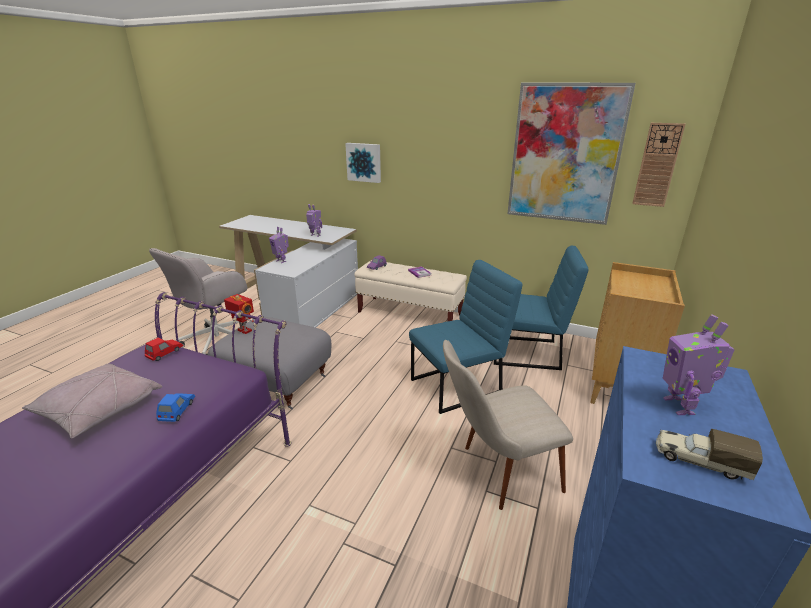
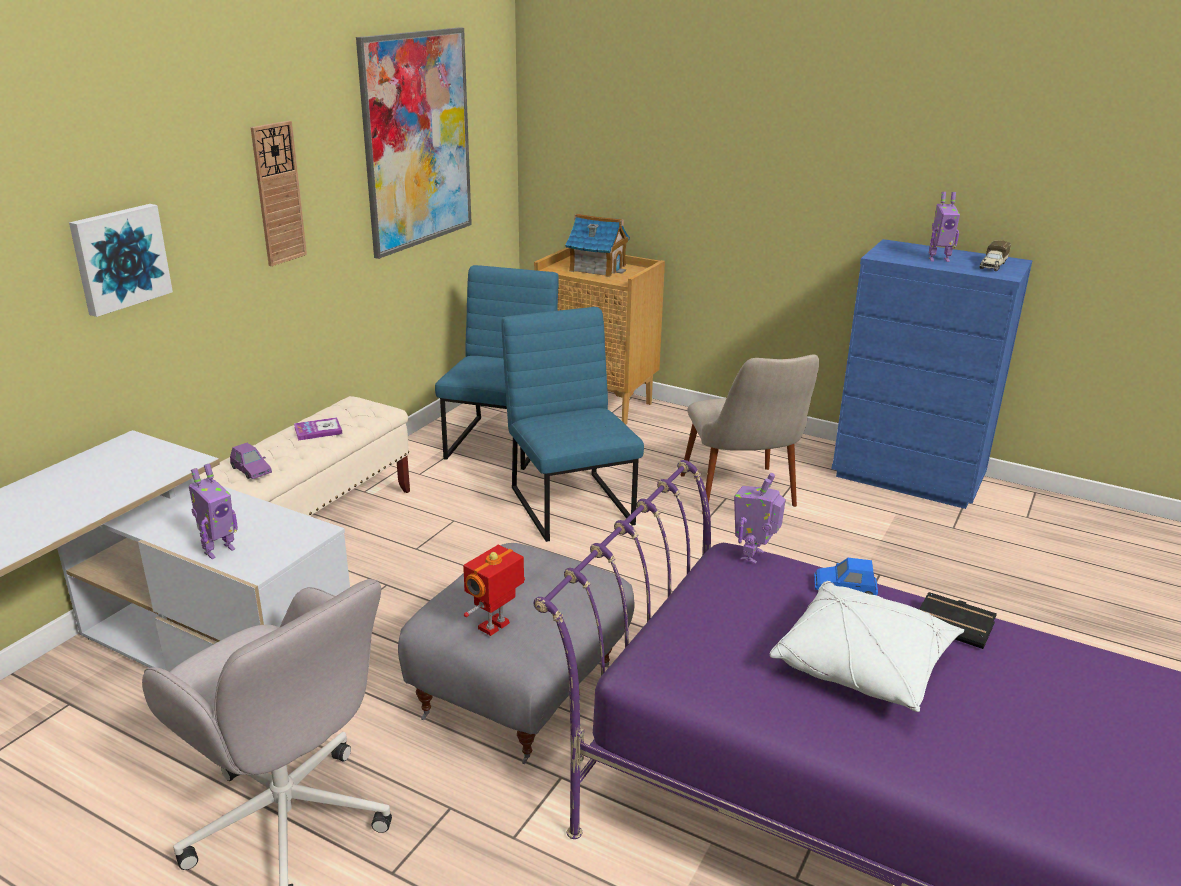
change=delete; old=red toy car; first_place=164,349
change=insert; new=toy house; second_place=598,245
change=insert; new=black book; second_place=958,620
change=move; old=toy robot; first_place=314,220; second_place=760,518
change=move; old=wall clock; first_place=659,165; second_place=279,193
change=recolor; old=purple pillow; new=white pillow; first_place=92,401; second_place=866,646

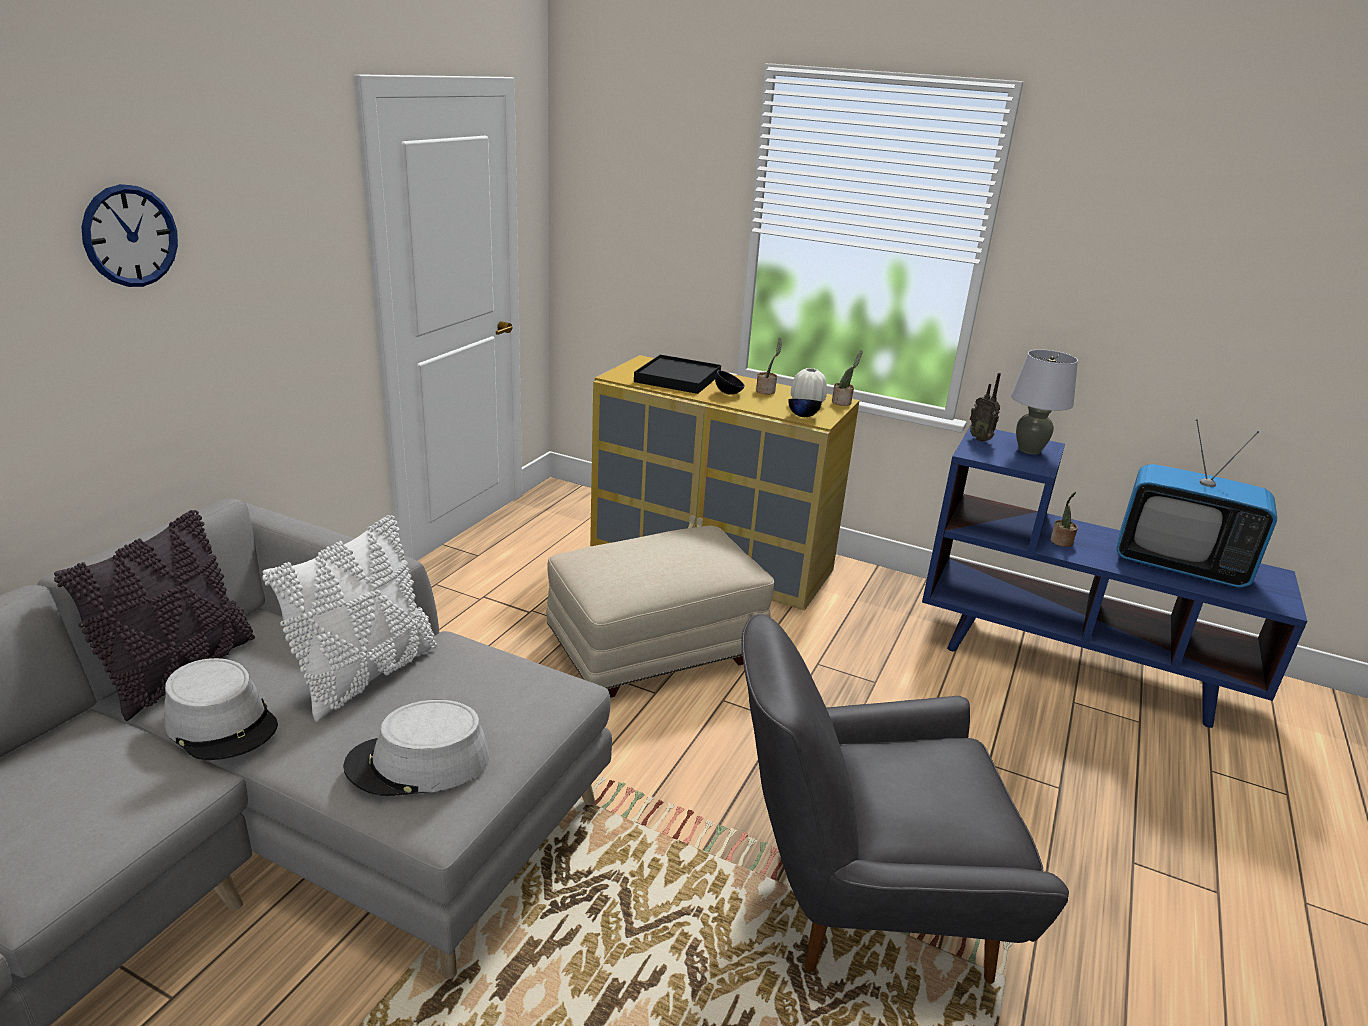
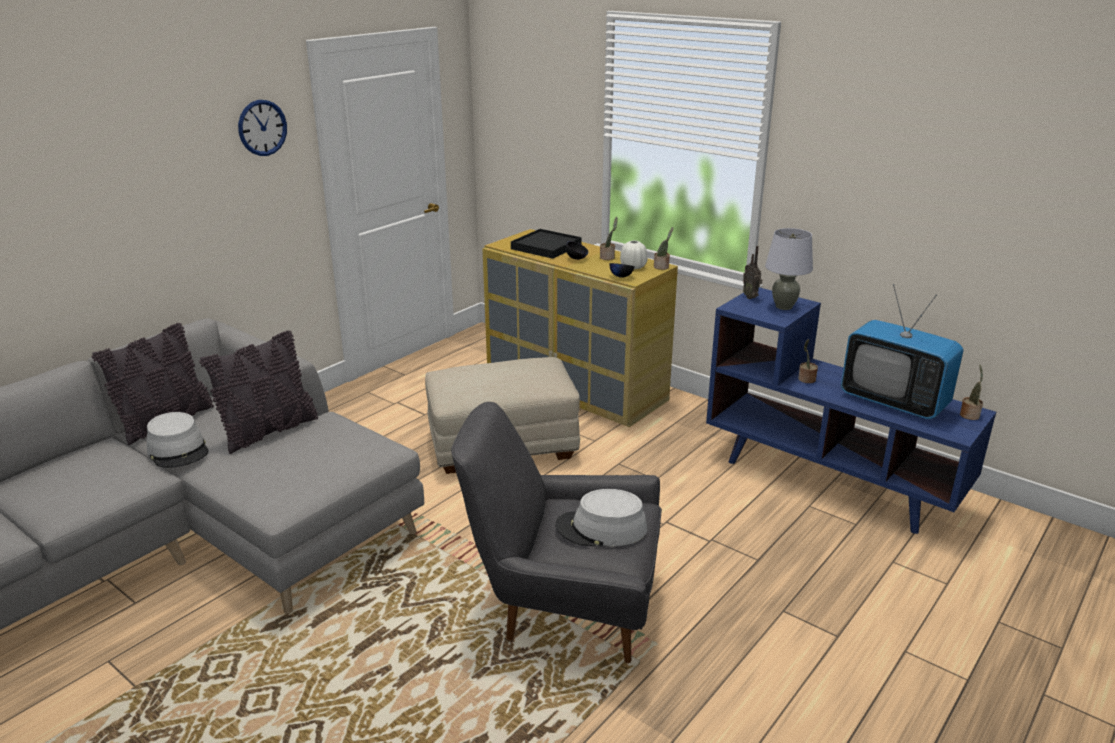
change=insert; new=potted plant; second_place=971,392
change=move; old=wall clock; first_place=129,235; second_place=262,128
change=move; old=grey hat; first_place=416,748; second_place=601,518
change=recolor; old=white pillow; new=black pillow; first_place=349,618; second_place=258,392

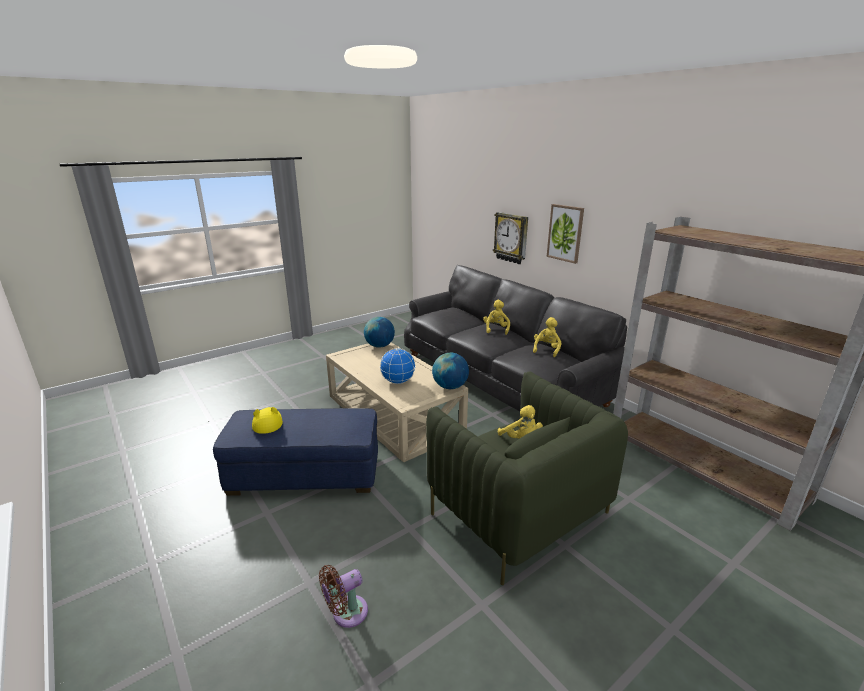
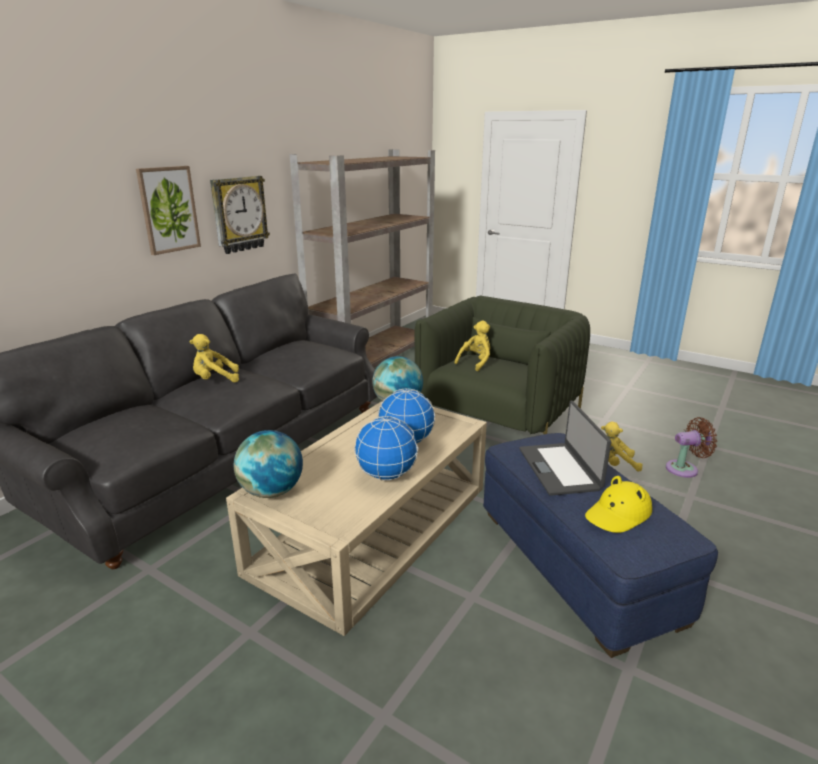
change=insert; new=globe; second_place=386,448
change=insert; new=laptop; second_place=565,448
change=move; old=wall clock; first_place=510,238; second_place=240,215
change=move; old=yellow plush toy; first_place=547,337; second_place=622,447
change=rotate; old=brown fan; first_place=343,596; second_place=691,447; degrees=-45

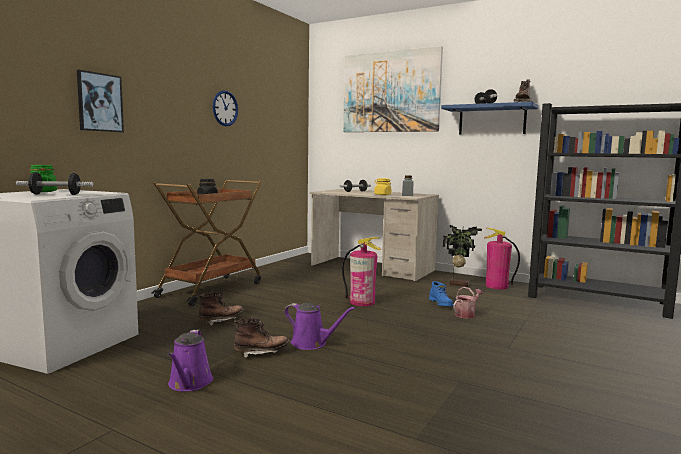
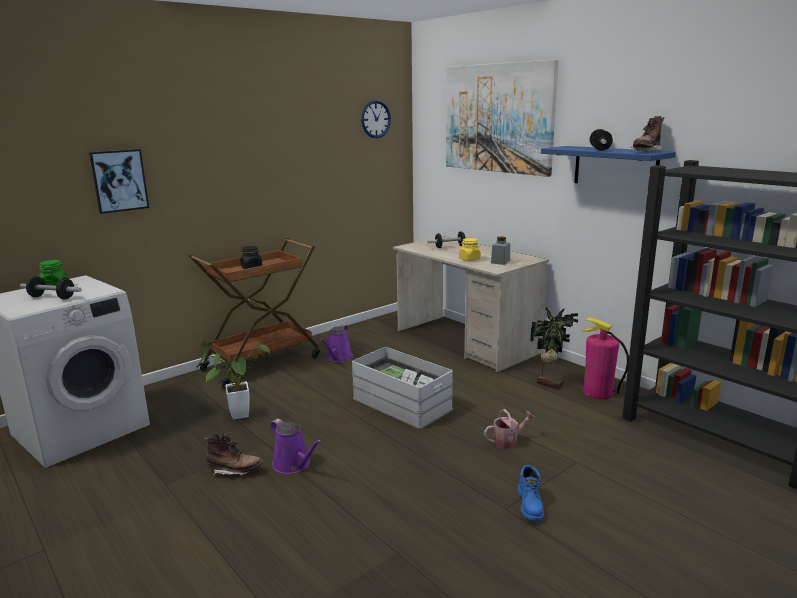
change=move; old=purple watering can; first_place=190,361; second_place=336,343
change=move; old=wall clock; first_place=225,108; second_place=376,119
change=move; old=blue boot; first_place=441,293; second_place=531,493
change=replace; old=brown boot; new=potted plant; first_place=221,308; second_place=233,380
change=replace; old=fire extinguisher; new=grey storage box; first_place=361,271; second_place=402,388

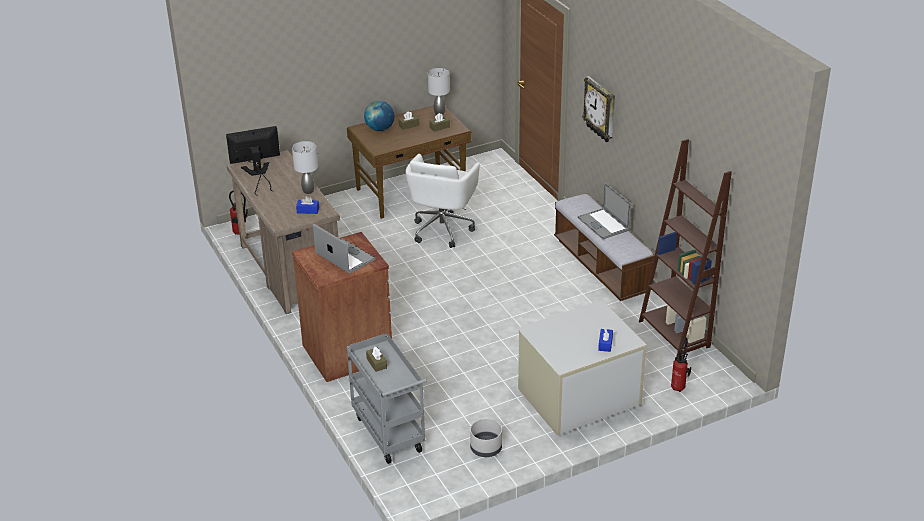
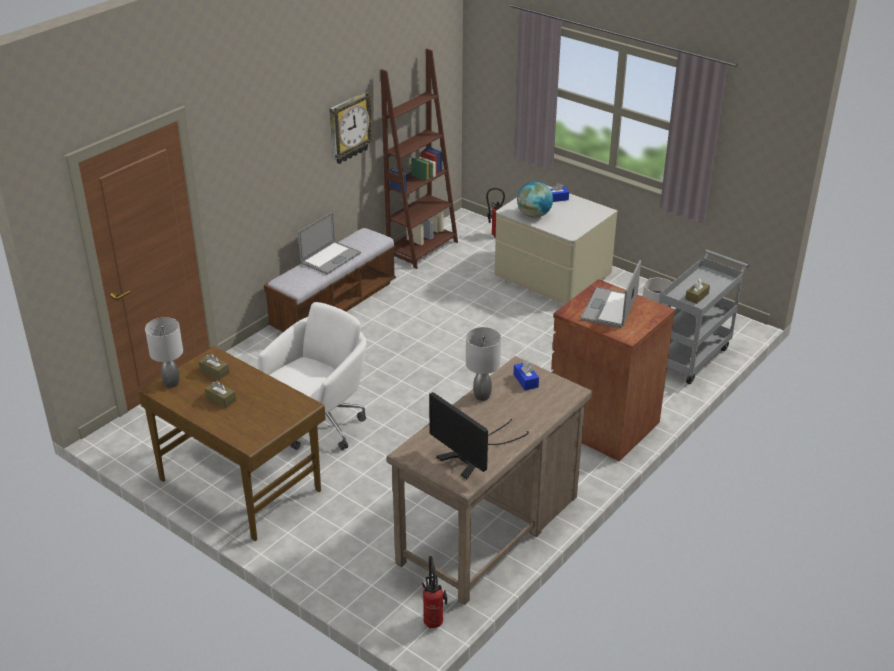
change=move; old=globe; first_place=379,116; second_place=535,199
change=move; old=wall clock; first_place=598,109; second_place=351,127
change=rotate; old=white office chair; first_place=442,201; second_place=312,376; degrees=-45

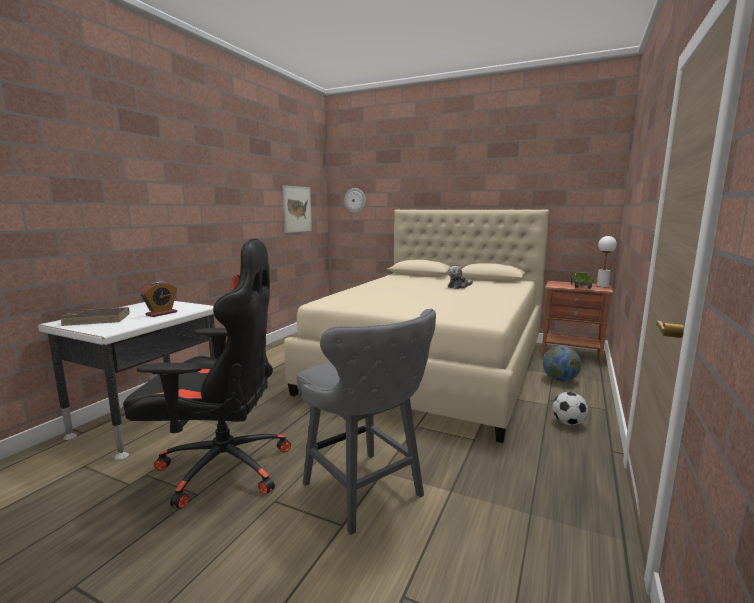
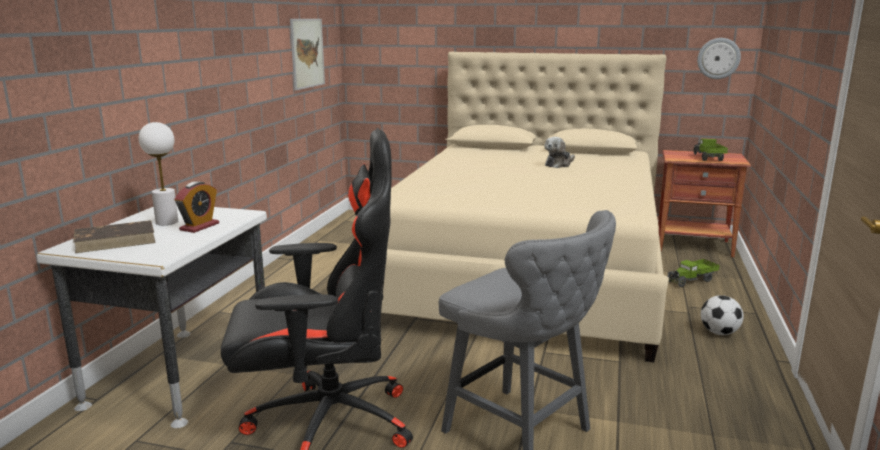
change=move; old=wall clock; first_place=355,200; second_place=719,58
change=move; old=white table lamp; first_place=607,261; second_place=158,173
change=replace; old=globe; new=toy truck; first_place=562,364; second_place=693,273

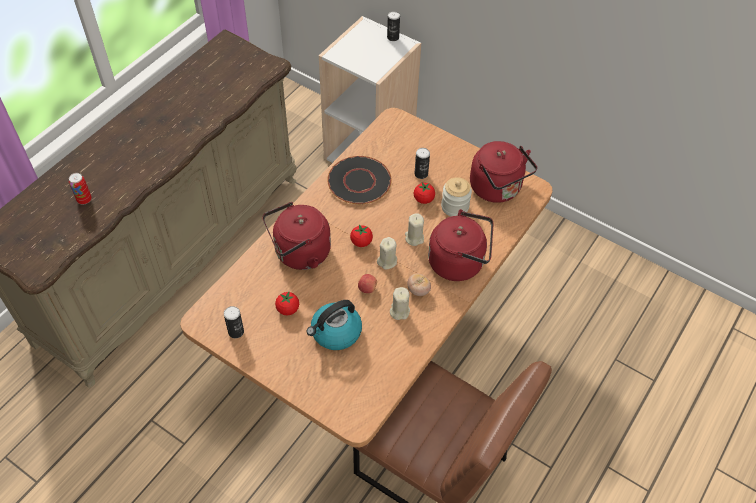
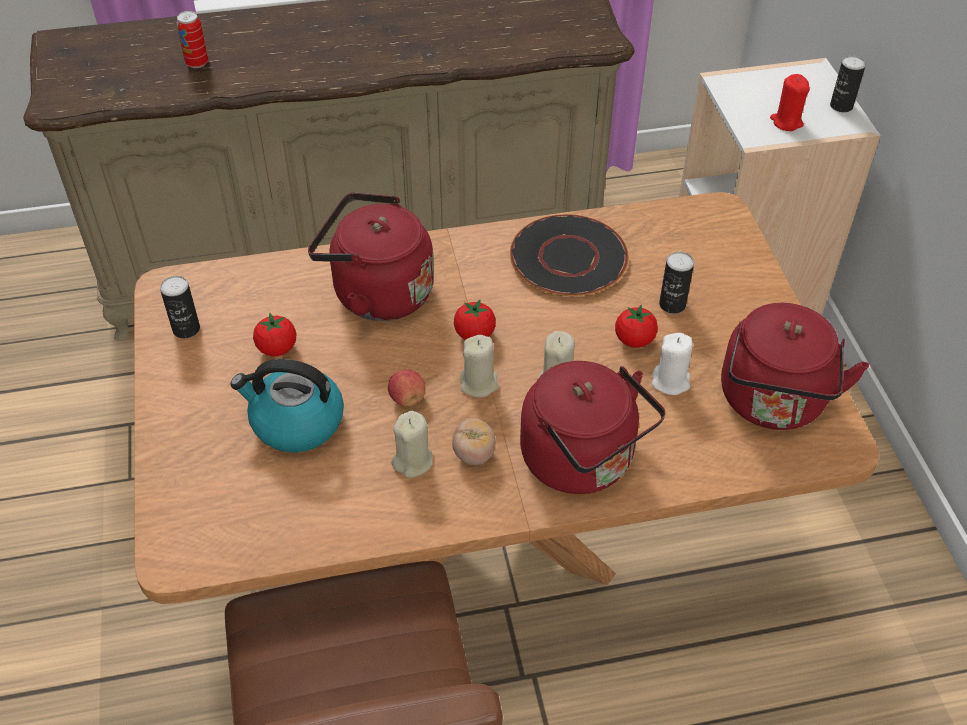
change=insert; new=red candle; second_place=790,102
change=replace; old=jar; new=white candle; first_place=456,197; second_place=672,364

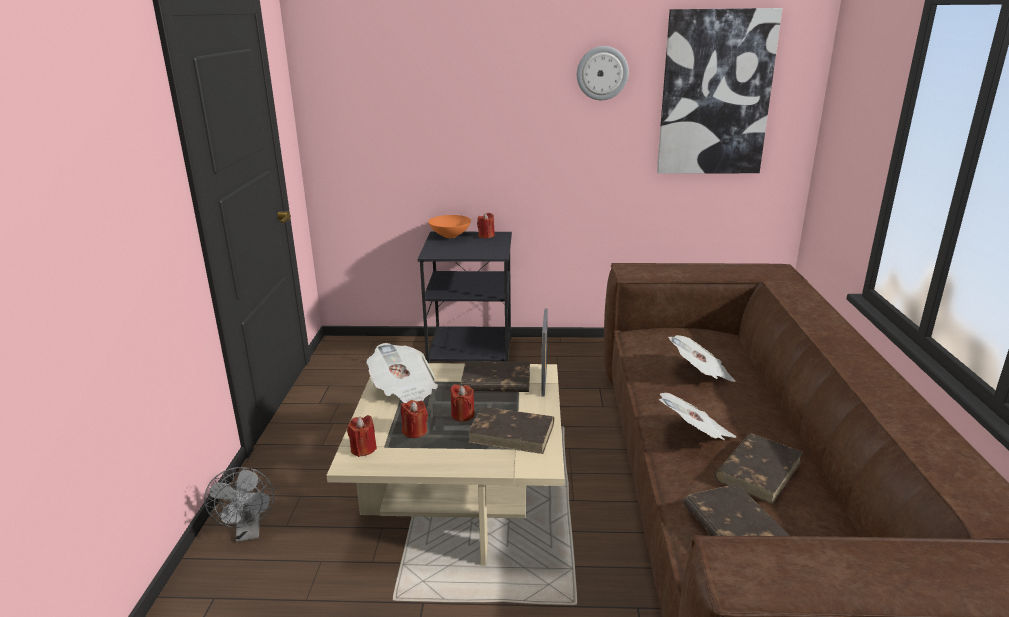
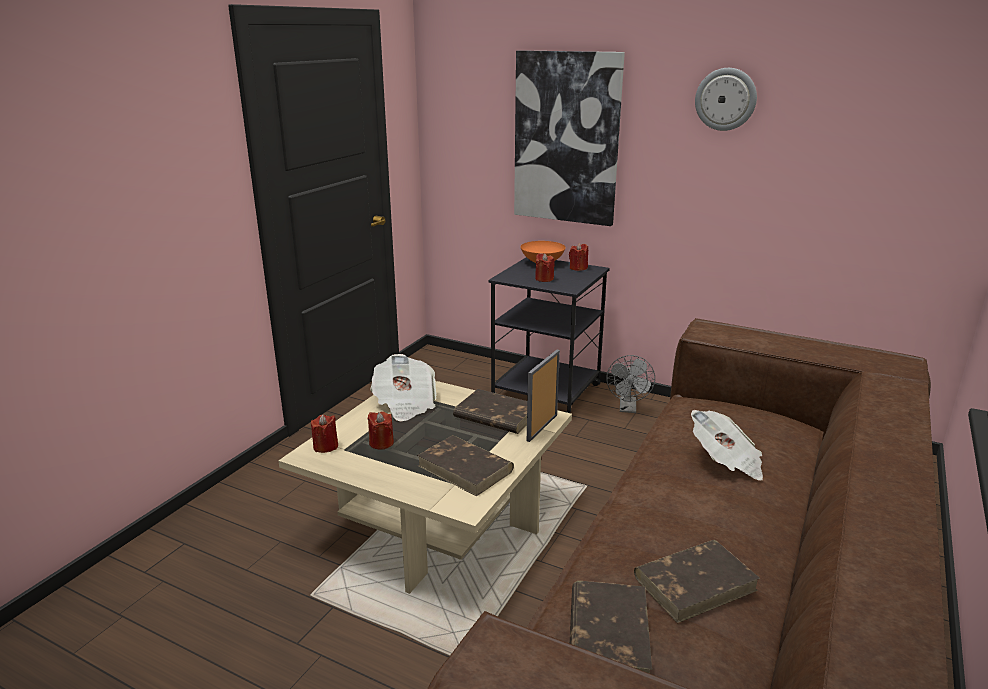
change=delete; old=newspaper; first_place=697,416
change=move; old=grey fan; first_place=239,504; second_place=630,384
change=move; old=red candle; first_place=462,403; second_place=545,267
change=move; old=picture; first_place=719,91; second_place=569,138

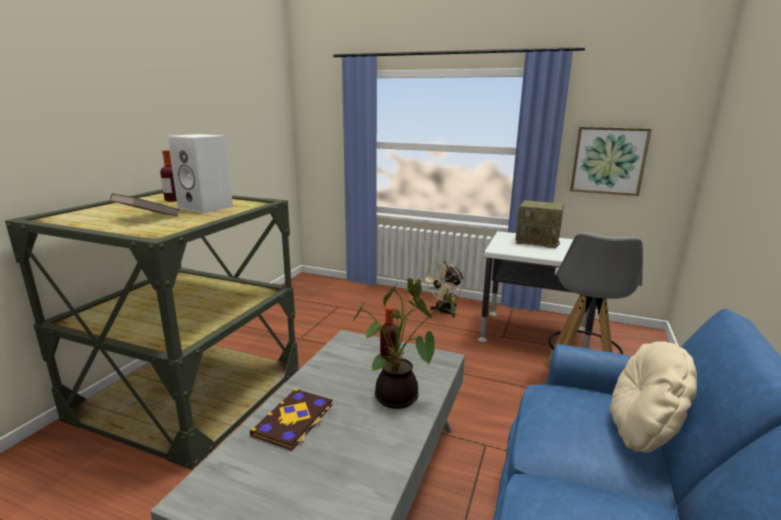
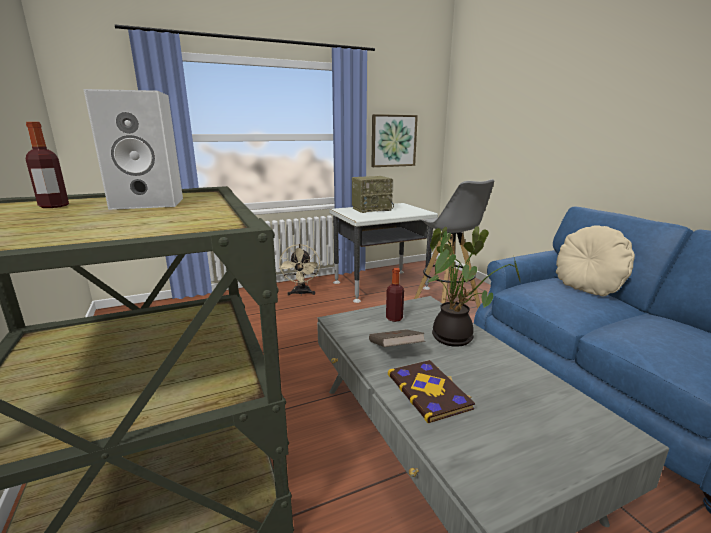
change=move; old=brown book; first_place=145,204; second_place=397,338

